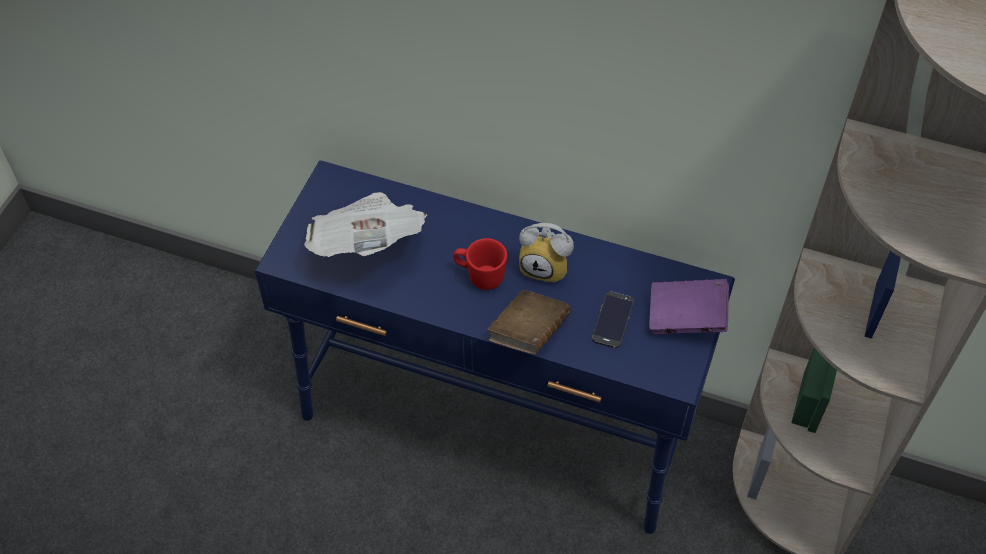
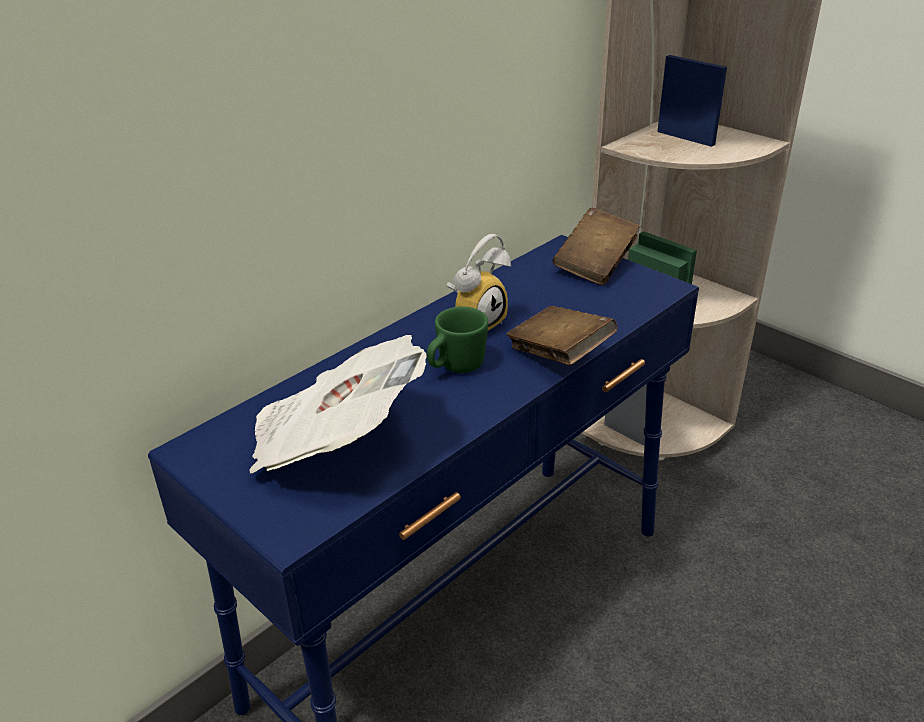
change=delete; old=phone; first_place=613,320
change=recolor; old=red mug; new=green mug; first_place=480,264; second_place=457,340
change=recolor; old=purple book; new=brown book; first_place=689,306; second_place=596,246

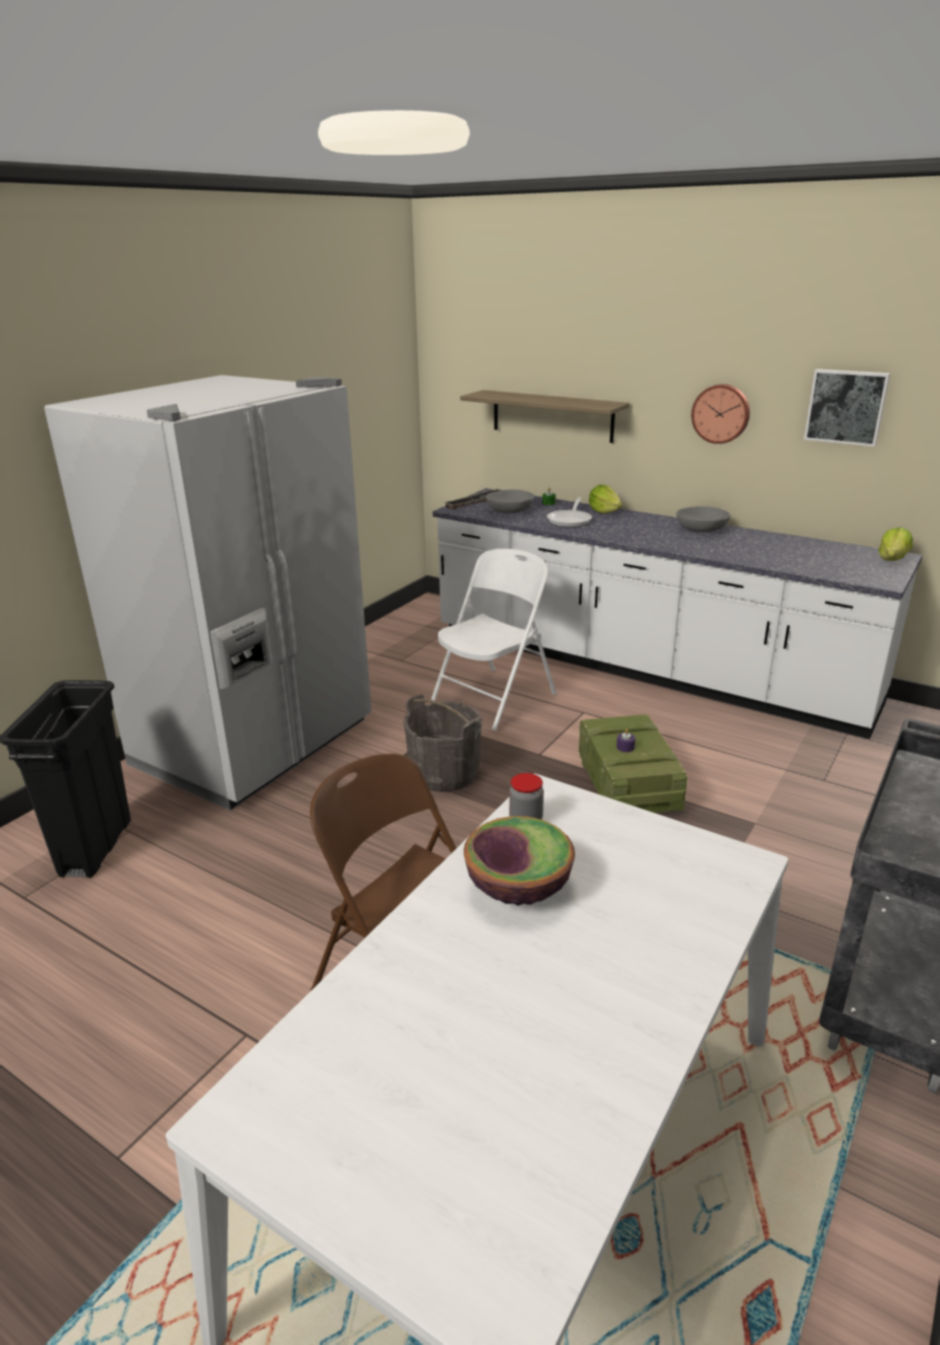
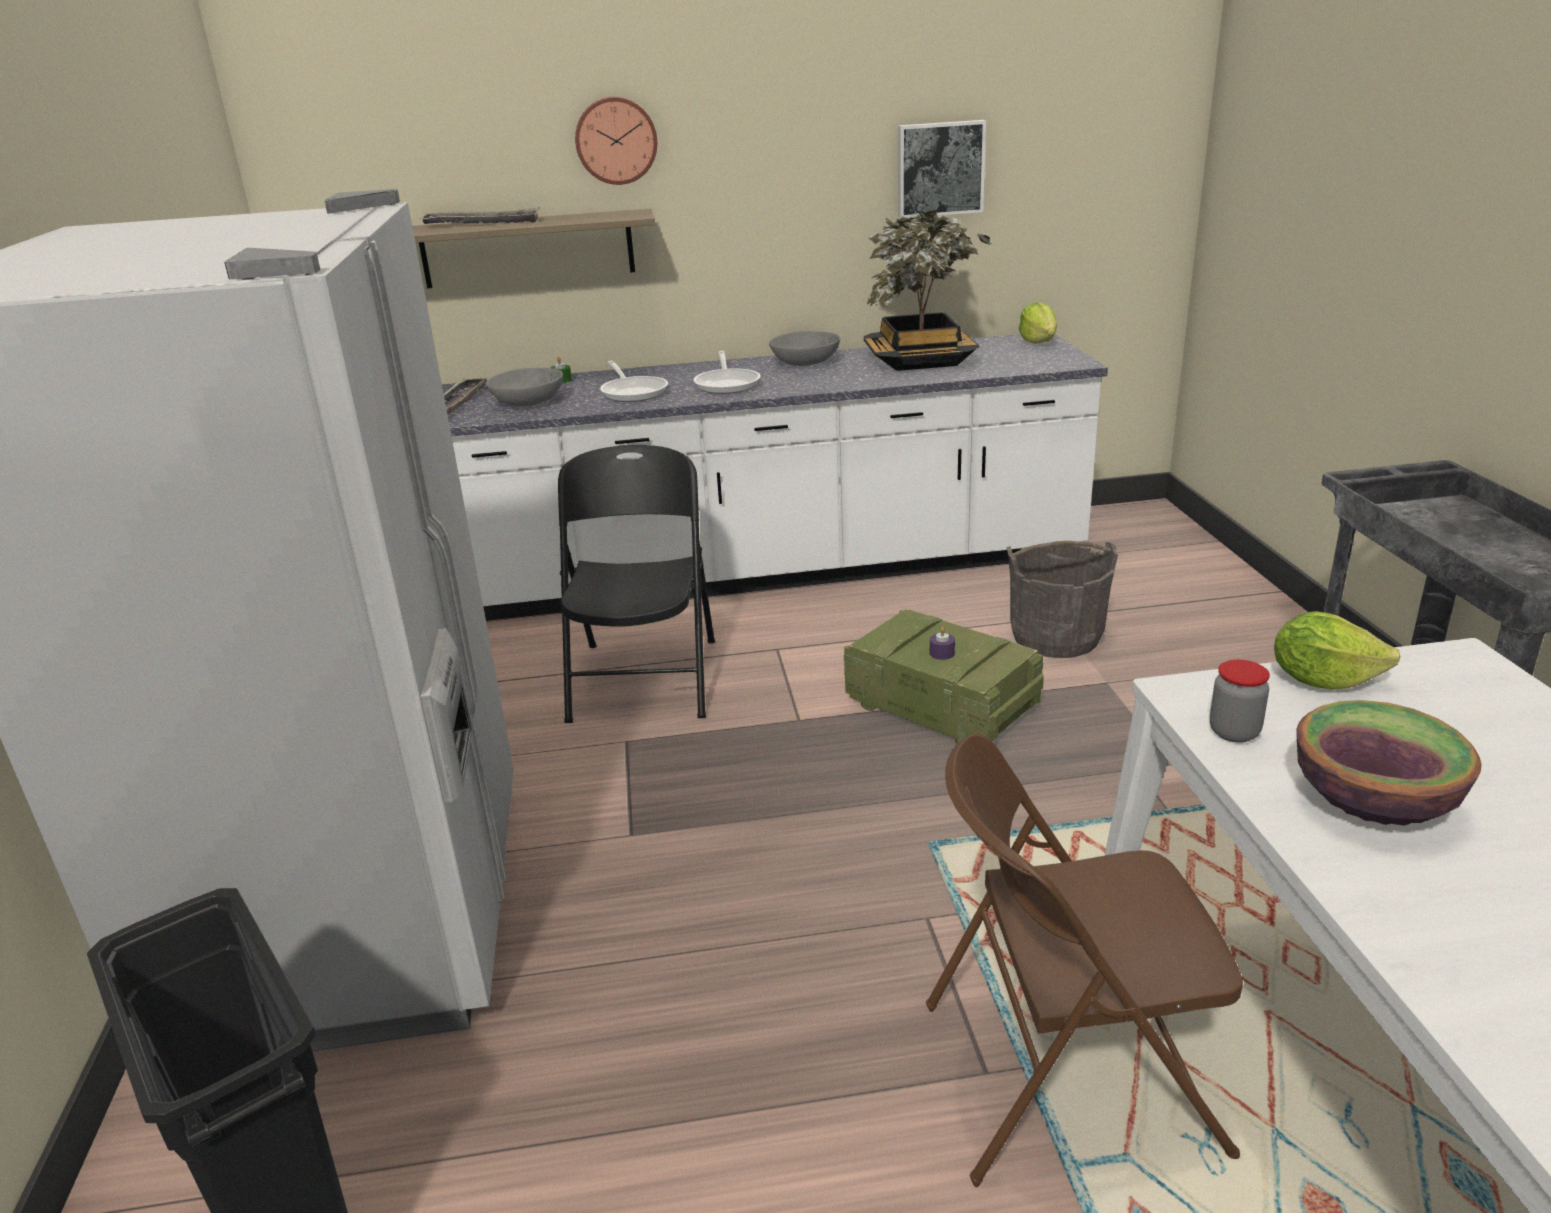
change=insert; new=tray; second_place=480,215
change=insert; new=frying pan; second_place=727,372
change=insert; new=potted plant; second_place=928,290
change=move; old=grey bucket; first_place=442,743; second_place=1062,599
change=move; old=lettuce; first_place=605,499; second_place=1337,650
change=move; old=wall clock; first_place=720,414; second_place=616,141
change=recolor; old=white chair; new=black chair; first_place=494,640; second_place=636,584

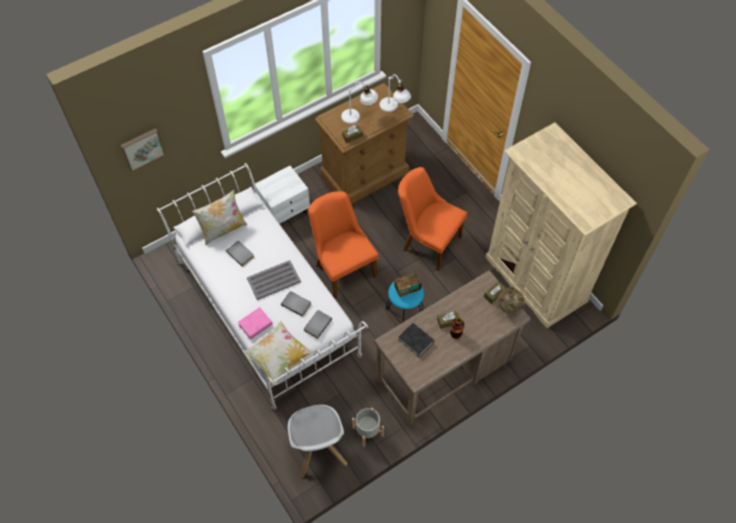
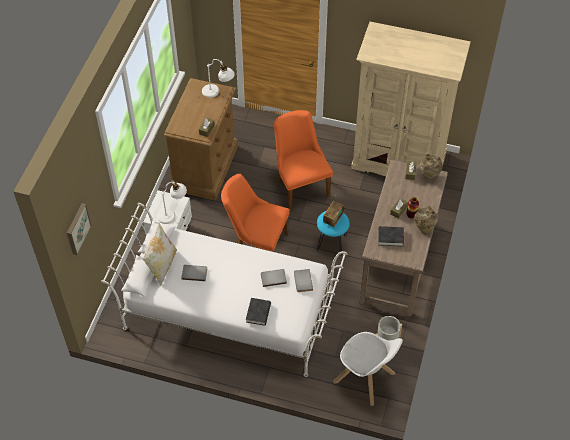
change=delete; old=pillow; first_place=278,353
change=delete; old=grey tray; first_place=274,280
change=insert; new=beige vase; second_place=426,220
change=move; old=white table lamp; first_place=359,103; second_place=172,202
change=recolor; old=pink book; new=black book; first_place=255,323; second_place=258,312
change=rotate; old=orange chair; first_place=432,219; second_place=303,160; degrees=75

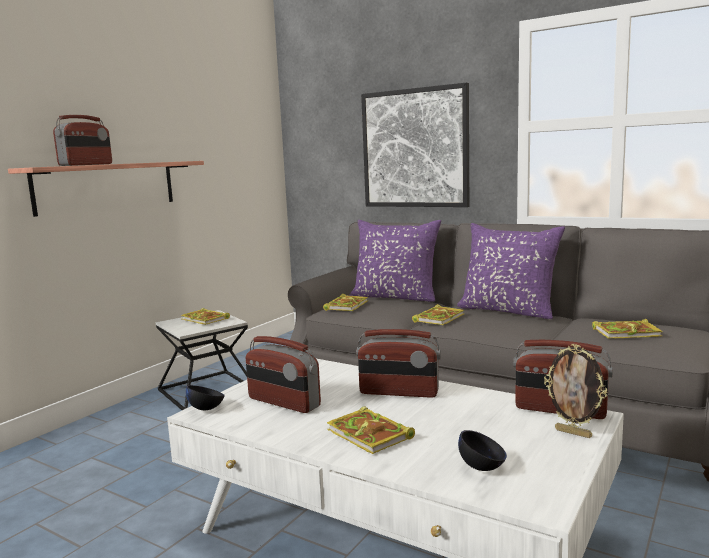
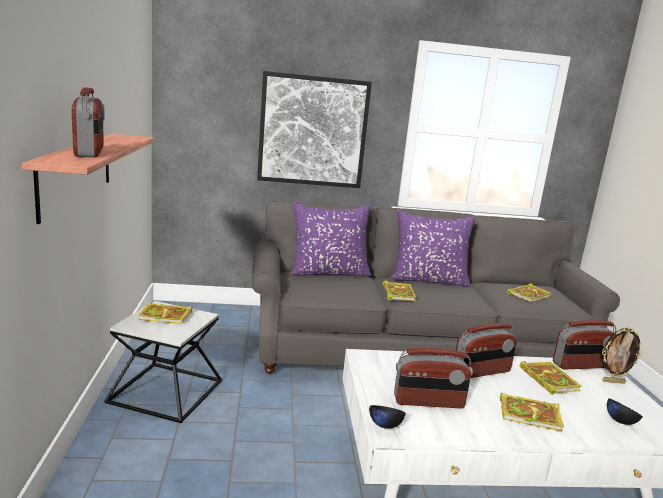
change=move; old=book; first_place=345,302; second_place=550,378

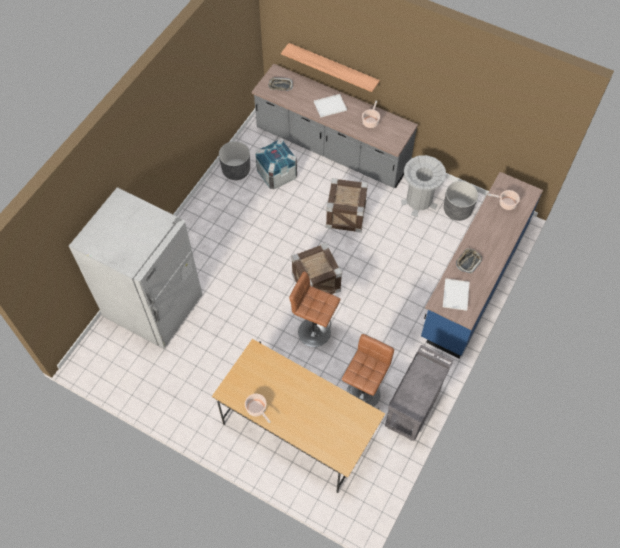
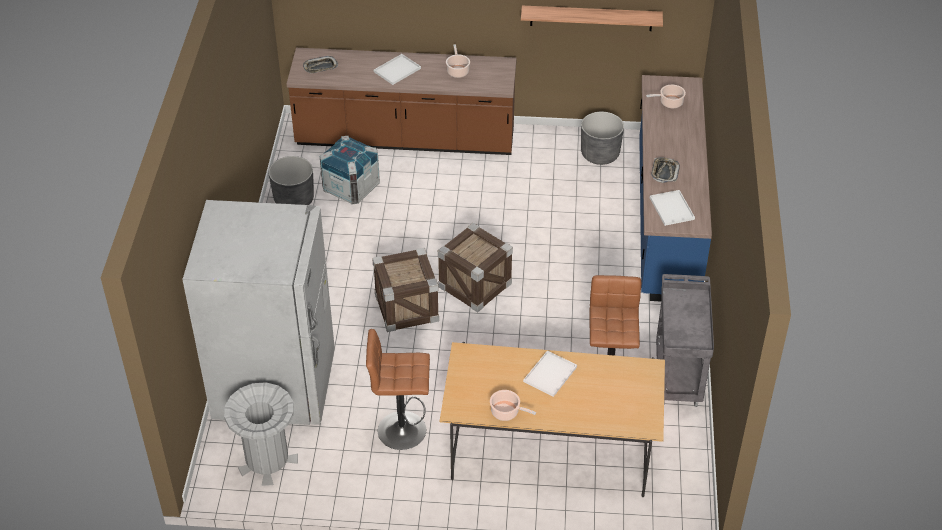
change=insert; new=white tray; second_place=550,374
change=move; old=shelf; first_place=330,67; second_place=592,18
change=move; old=brown stool; first_place=314,309; second_place=398,389
change=move; old=crate; first_place=347,205; second_place=405,290
change=move; old=grey trash can; first_place=423,186; second_place=261,434
change=recolor; old=grey counter; new=brown counter; first_place=335,126; second_place=402,101

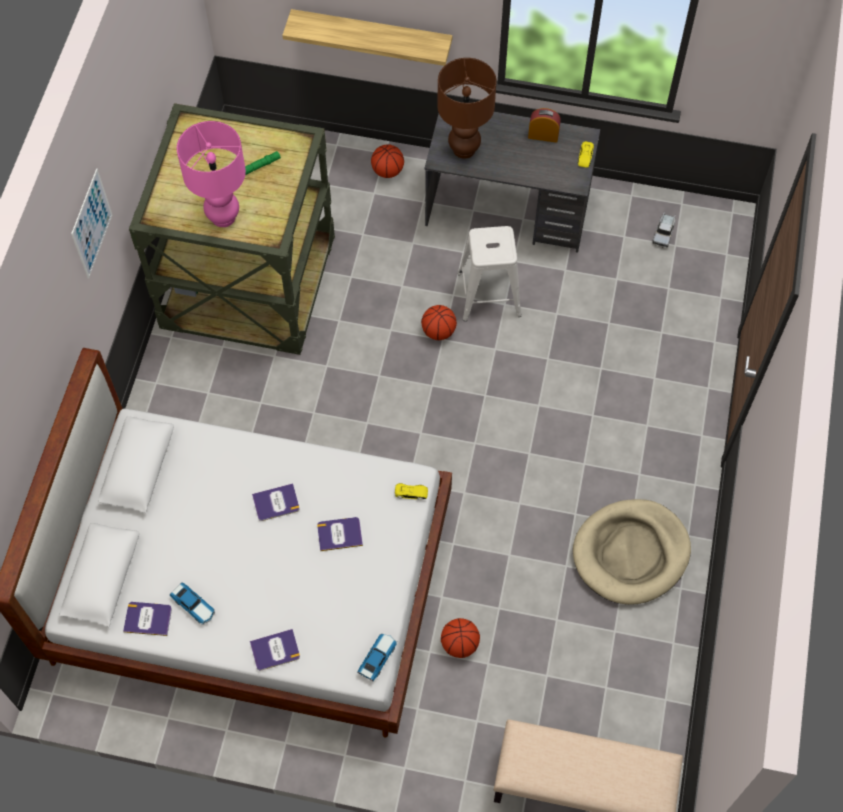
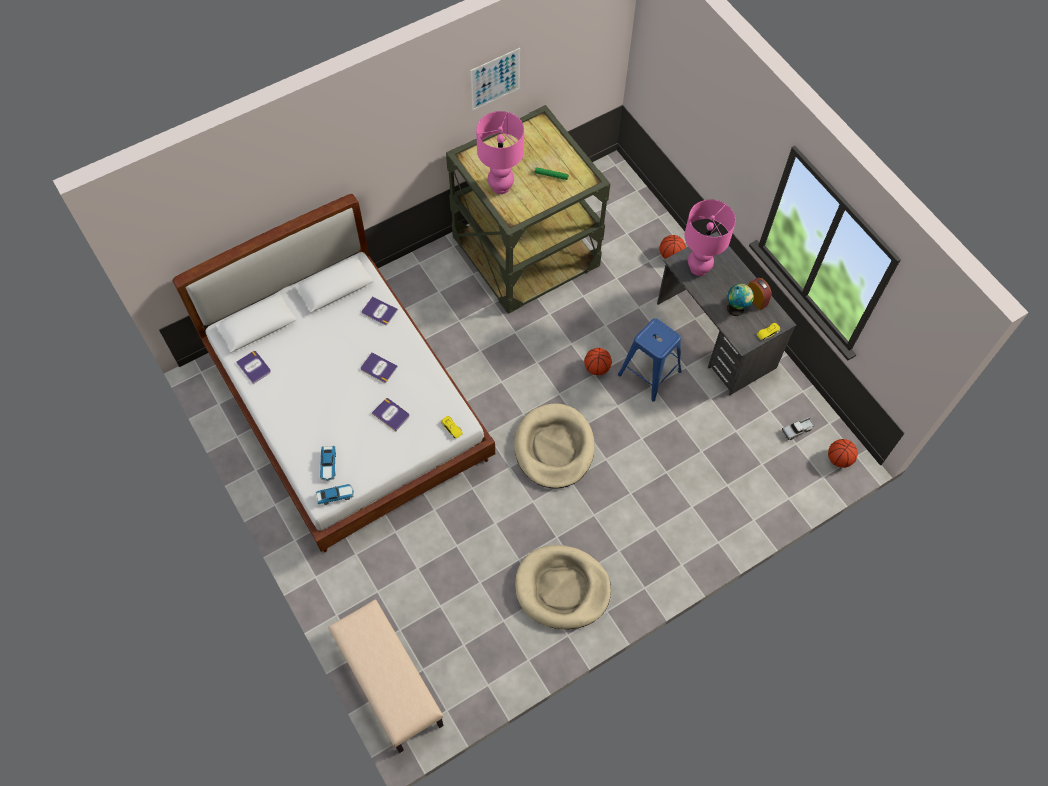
change=delete; old=shelf; first_place=367,37
change=insert; new=beige dog bed; second_place=554,445
change=insert; new=globe; second_place=740,300
change=move; old=picture; first_place=91,223; second_place=495,79
change=move; old=toy car; first_place=193,603; second_place=328,463
change=move; old=book; first_place=275,650; second_place=380,310
change=move; old=basketball; first_place=460,638; second_place=843,453
change=recolor; old=brown table lamp; new=pink table lamp; first_place=466,108; second_place=710,237
change=recolor; old=white stool; new=blue stool; first_place=489,273; second_place=650,360

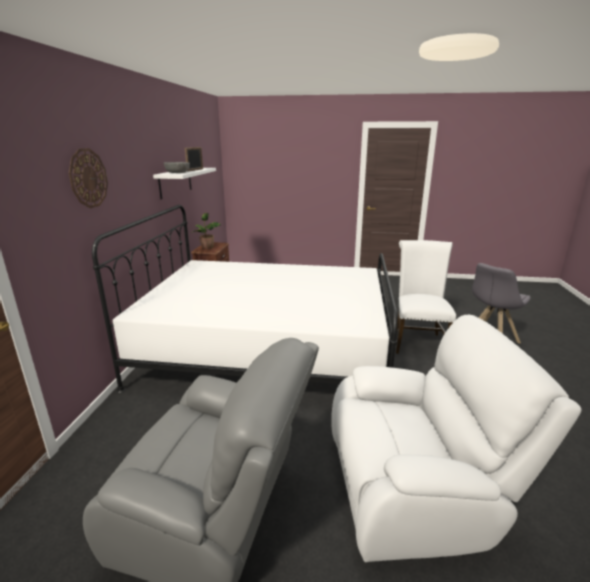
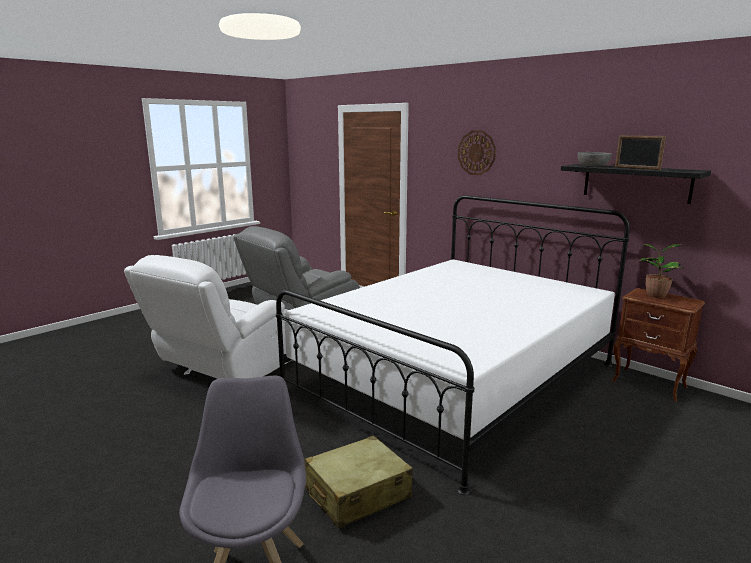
change=replace; old=white chair; new=beige suitcase; first_place=426,297; second_place=358,482
change=recolor; old=white shelf; new=black shelf; first_place=184,183; second_place=636,184

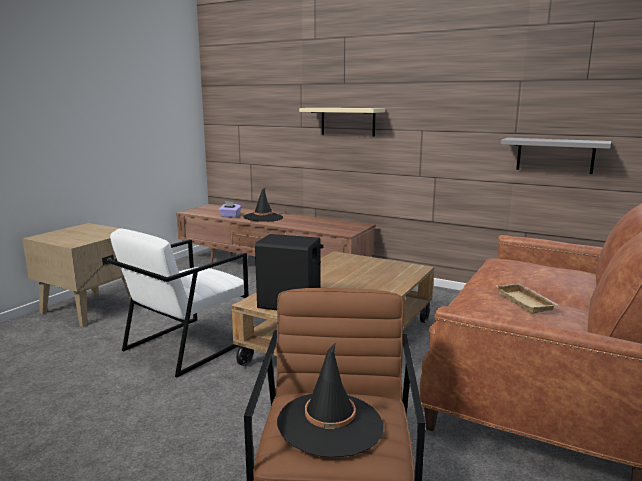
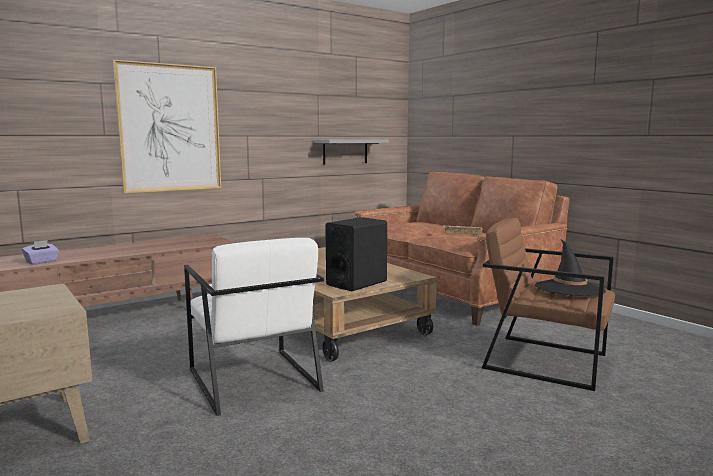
change=delete; old=black hat; first_place=263,205
change=replace; old=beige shelf; new=picture; first_place=342,122; second_place=167,126

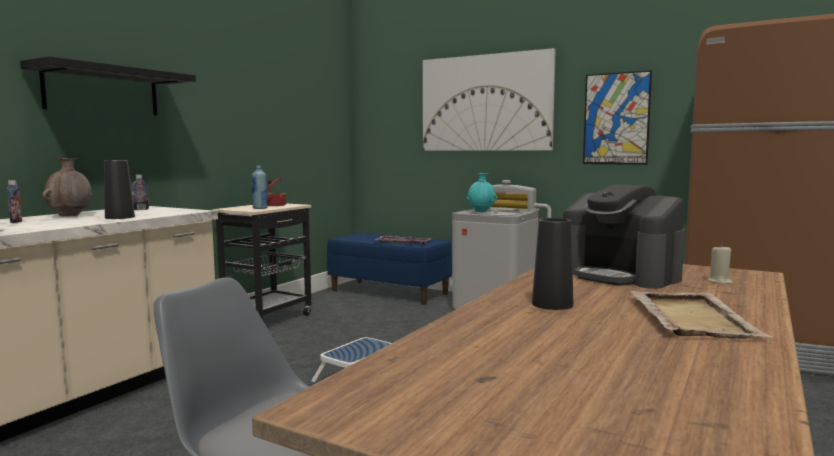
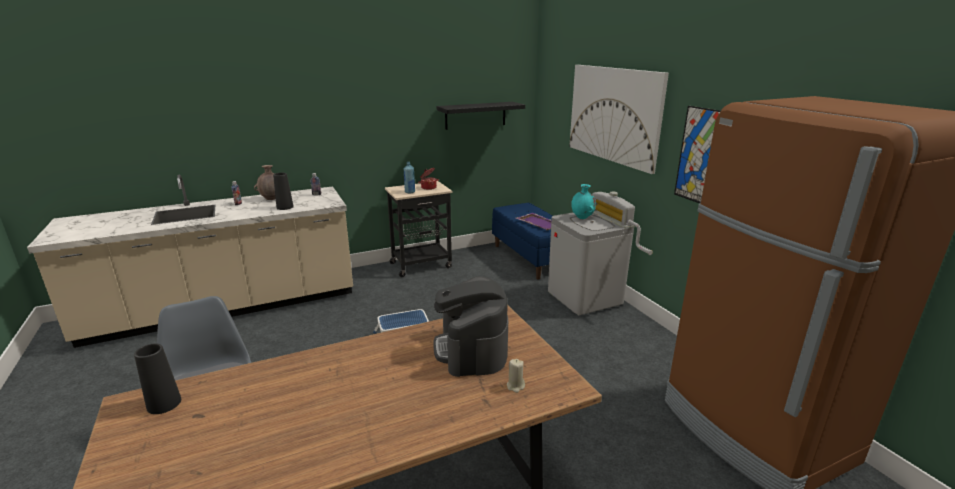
change=delete; old=beige tray; first_place=701,314
change=move; old=black shelf; first_place=108,85; second_place=481,116
change=move; old=black vase; first_place=552,264; second_place=157,379

